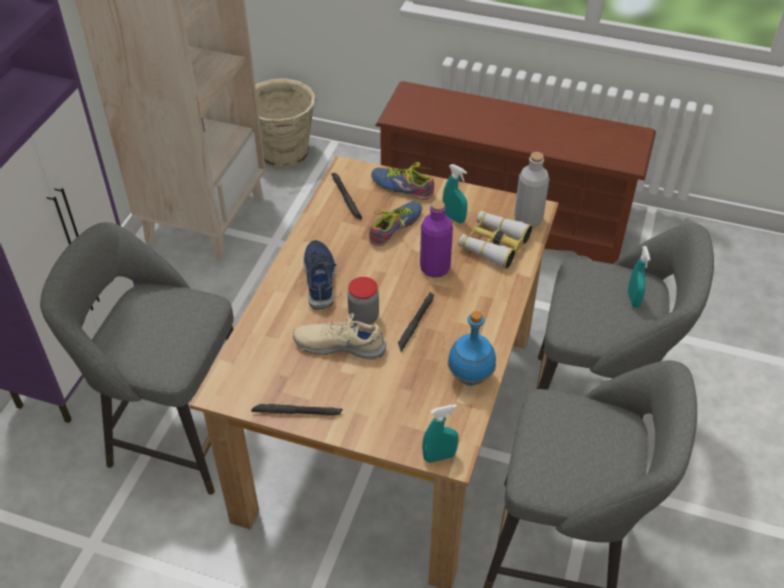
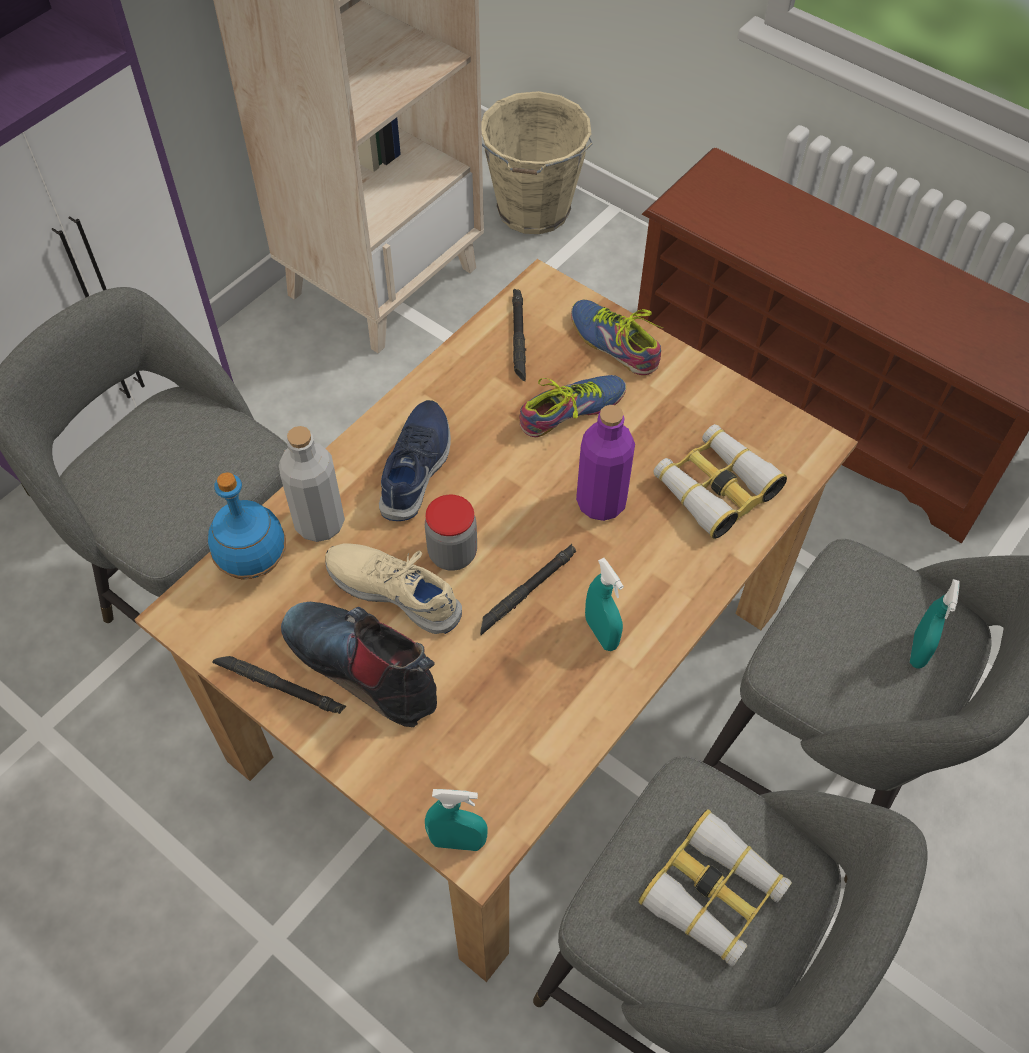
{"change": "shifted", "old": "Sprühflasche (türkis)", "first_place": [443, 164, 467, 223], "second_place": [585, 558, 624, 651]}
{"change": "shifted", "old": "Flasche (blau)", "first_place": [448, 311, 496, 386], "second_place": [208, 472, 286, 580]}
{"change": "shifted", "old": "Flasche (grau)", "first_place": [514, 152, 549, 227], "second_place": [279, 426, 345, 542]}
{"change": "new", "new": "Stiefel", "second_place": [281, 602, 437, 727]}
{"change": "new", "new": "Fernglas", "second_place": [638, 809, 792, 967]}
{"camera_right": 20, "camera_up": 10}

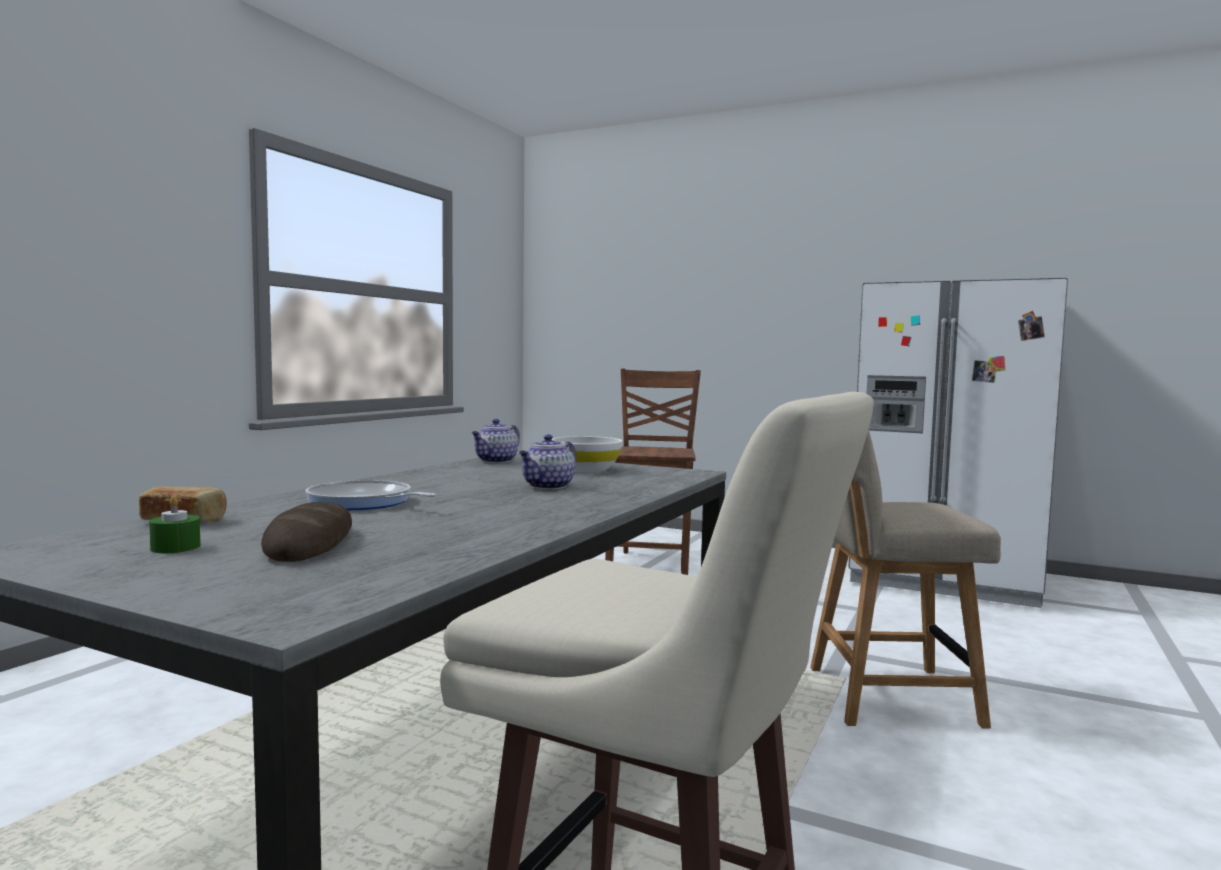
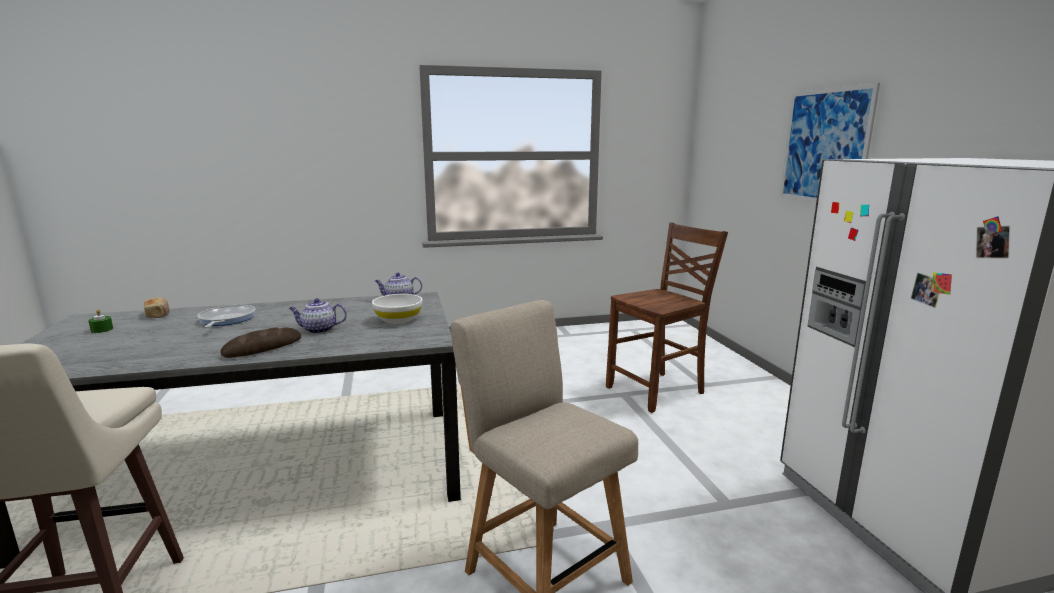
{"change": "shifted", "old": "Brot", "first_place": [261, 502, 352, 562], "second_place": [221, 328, 301, 358]}
{"change": "new", "new": "Bild", "second_place": [780, 83, 880, 202]}
{"camera_right": 50, "camera_up": 10}

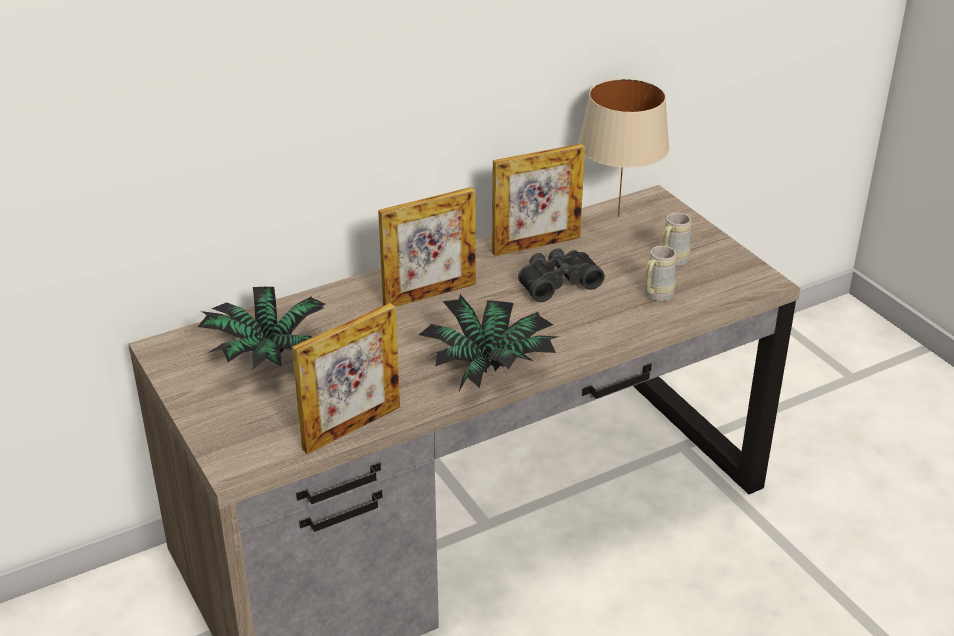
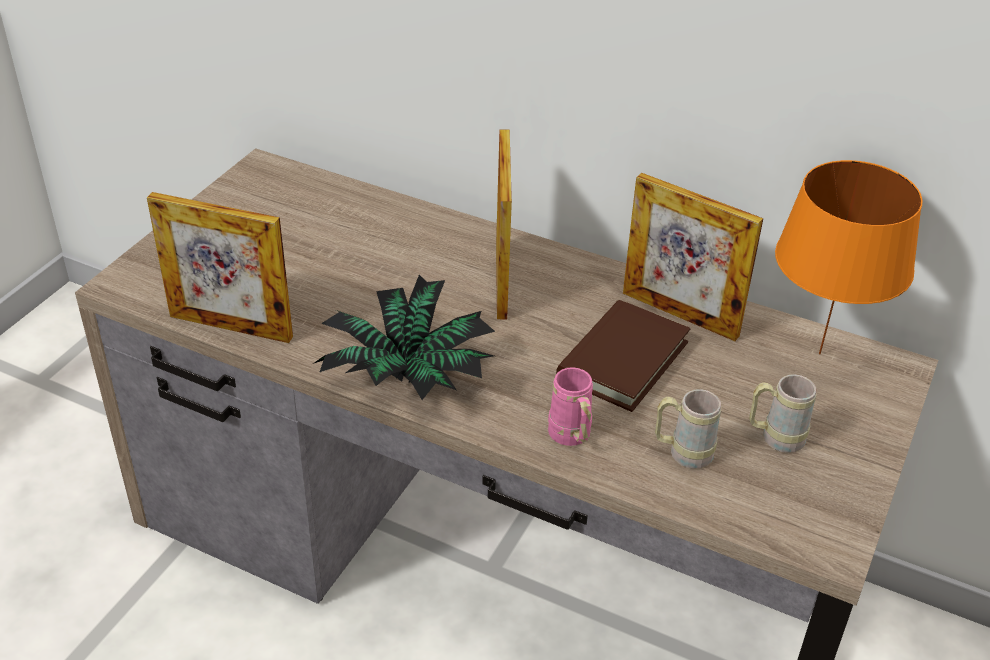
{"change": "gone", "old": "Topfpflanze", "first_place": [198, 287, 325, 369]}
{"change": "rotated", "old": "Bilderrahmen", "first_place": [378, 187, 476, 307], "second_place": [496, 129, 512, 319], "degrees": -120}
{"change": "swapped", "old": "Fernglas (schwarz)", "new": "Buch (braun)", "first_place": [518, 248, 605, 302], "second_place": [556, 300, 690, 412]}
{"change": "repainted", "old": "Tischlampe (beige)", "new": "Tischlampe (orange)", "first_place": [578, 79, 670, 217], "second_place": [775, 160, 923, 354]}
{"change": "new", "new": "Henkelbecher (rosa)", "second_place": [548, 367, 593, 446]}
{"camera_right": 55, "camera_up": 5}

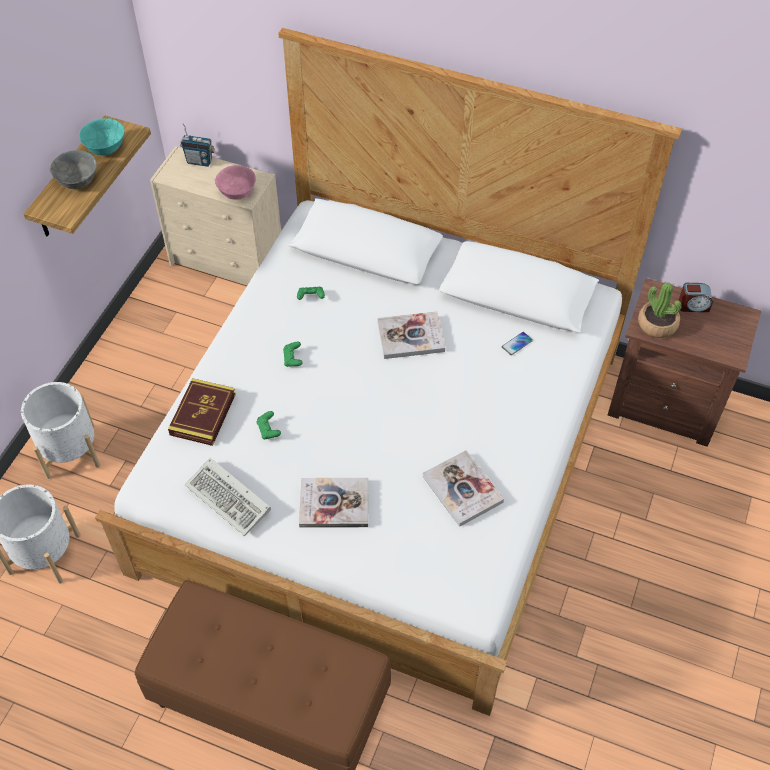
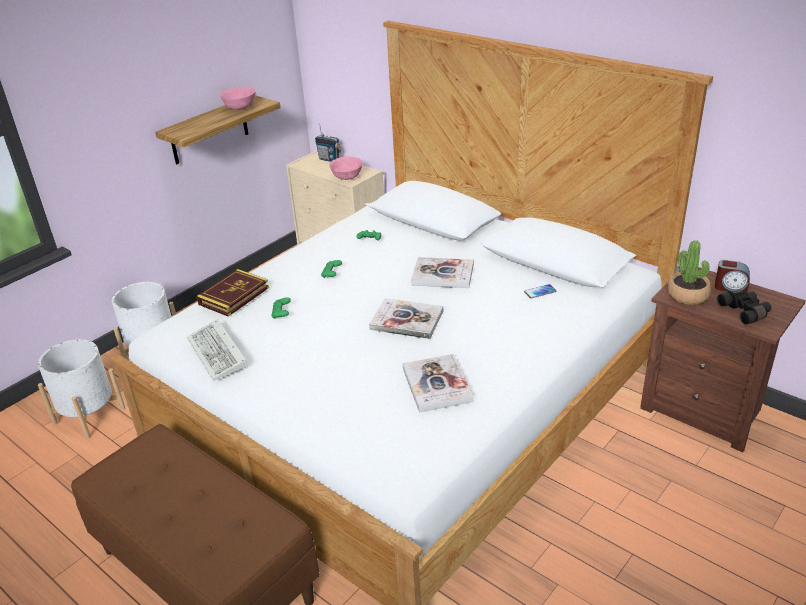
{"change": "gone", "old": "Schüssel (grau)", "first_place": [50, 150, 97, 189]}
{"change": "repainted", "old": "Schüssel (türkis)", "new": "Schüssel (rosa)", "first_place": [79, 118, 125, 155], "second_place": [220, 87, 256, 110]}
{"change": "shifted", "old": "Buch", "first_place": [299, 478, 369, 528], "second_place": [369, 298, 443, 339]}
{"change": "new", "new": "Fernglas (schwarz)", "second_place": [717, 290, 771, 325]}
{"camera_right": 20, "camera_up": -20}

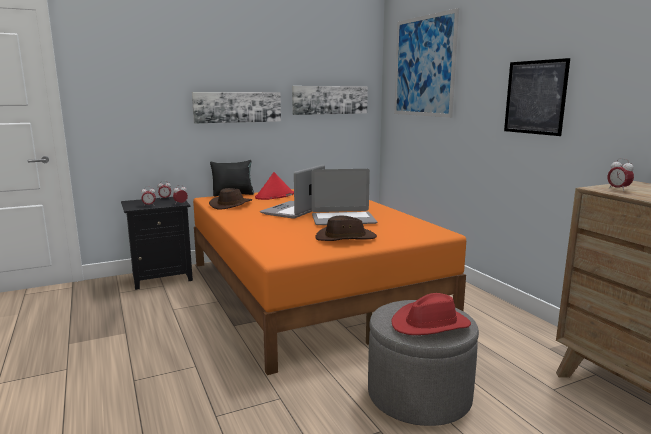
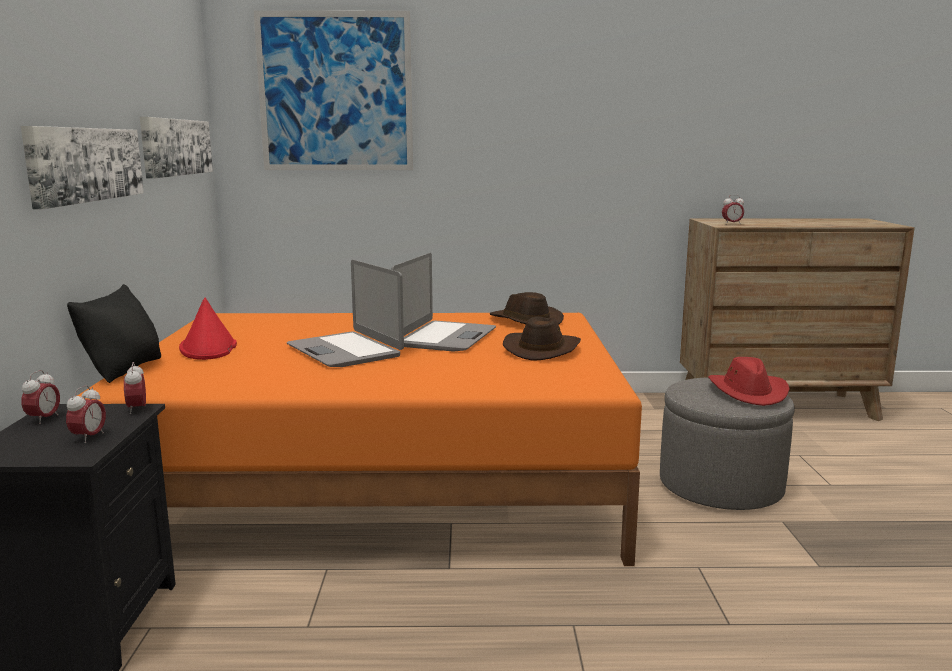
{"change": "shifted", "old": "Hut (braun)", "first_place": [209, 188, 252, 210], "second_place": [490, 292, 564, 325]}
{"change": "gone", "old": "Bild", "first_place": [504, 58, 570, 136]}
{"camera_right": -65, "camera_up": 0}

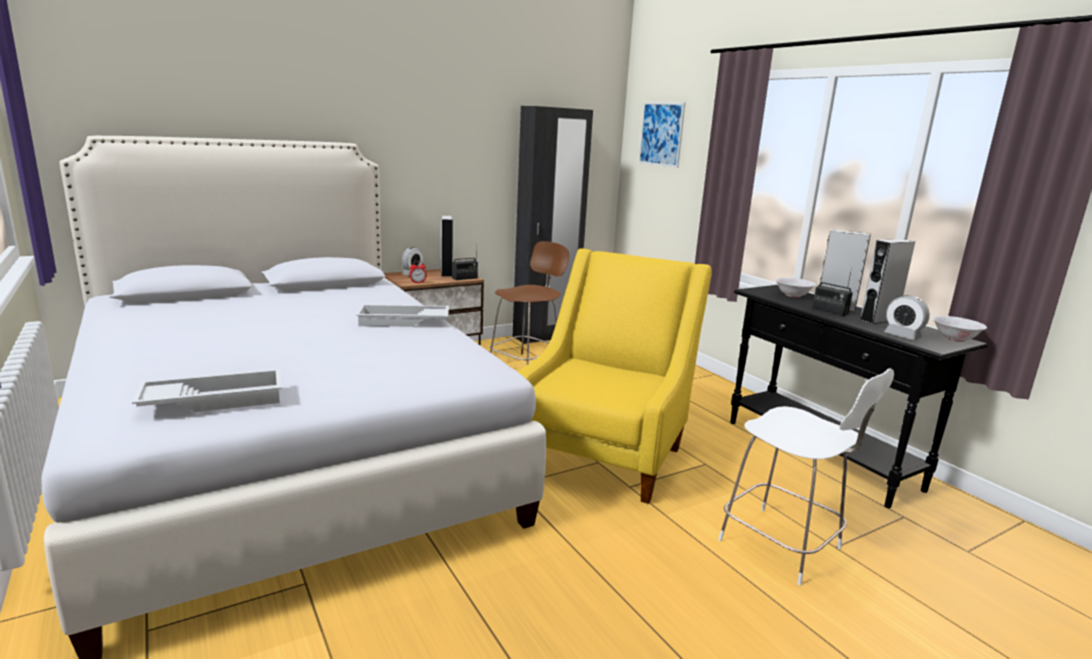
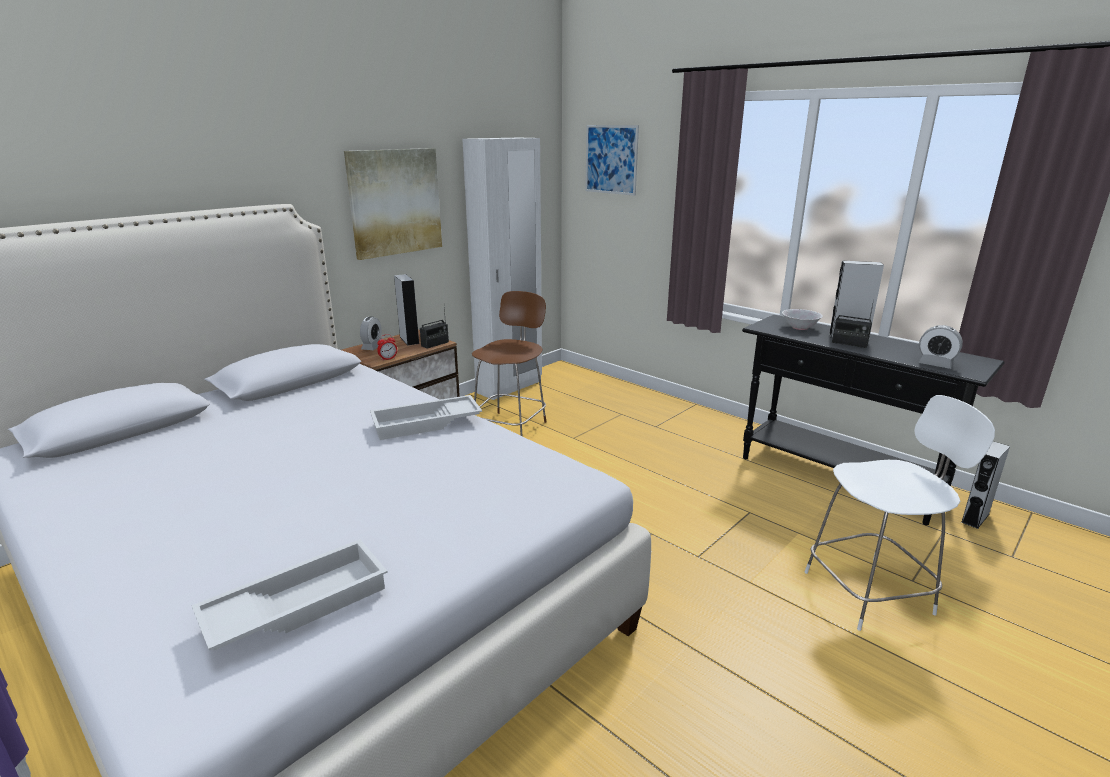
{"change": "repainted", "old": "Kleiderschrank (schwarz)", "new": "Kleiderschrank (weiß)", "first_place": [513, 106, 593, 344], "second_place": [462, 138, 542, 400]}
{"change": "gone", "old": "Sessel (gelb)", "first_place": [518, 248, 712, 504]}
{"change": "rotated", "old": "Stuhl (weiß)", "first_place": [718, 368, 894, 585], "second_place": [805, 395, 995, 631], "degrees": -45}
{"change": "shifted", "old": "Lautsprecher (grau)", "first_place": [860, 239, 915, 324], "second_place": [961, 441, 1010, 529]}
{"change": "gone", "old": "Schüssel (weiß)", "first_place": [933, 316, 987, 342]}
{"change": "new", "new": "Bild", "second_place": [344, 148, 442, 260]}
{"camera_right": -15, "camera_up": 5}

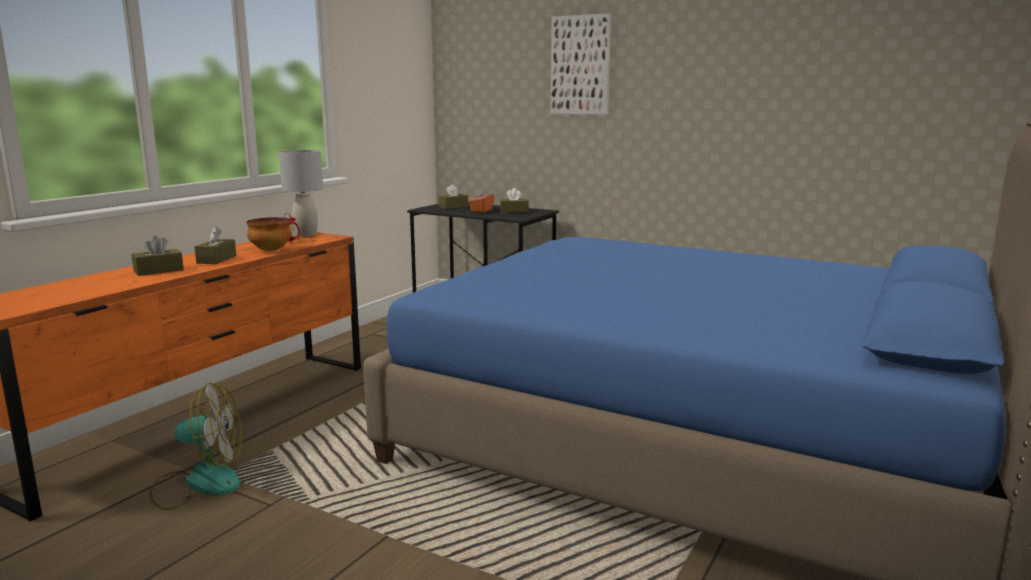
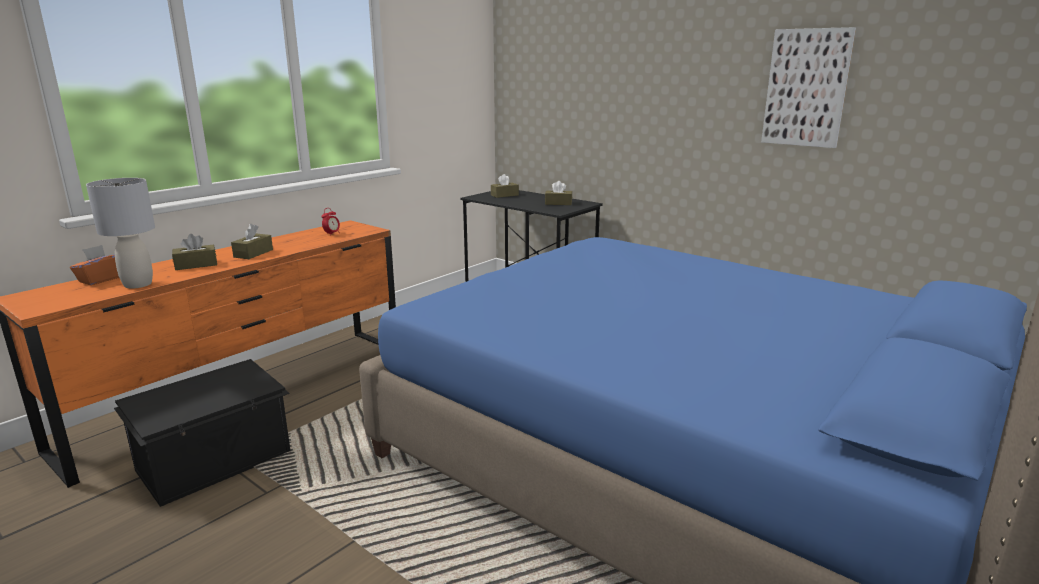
{"change": "swapped", "old": "Ventilator", "new": "Aufbewahrungsbox (schwarz)", "first_place": [150, 383, 241, 510], "second_place": [114, 359, 290, 507]}
{"change": "gone", "old": "Schüssel", "first_place": [247, 217, 292, 251]}
{"change": "shifted", "old": "Tischlampe (grau)", "first_place": [279, 150, 323, 237], "second_place": [86, 178, 155, 289]}
{"change": "shifted", "old": "Taschentuchbox (orange)", "first_place": [468, 188, 494, 213], "second_place": [70, 245, 119, 285]}
{"change": "shifted", "old": "Bild", "first_place": [550, 13, 611, 115], "second_place": [761, 27, 856, 148]}
{"camera_right": 10, "camera_up": 5}

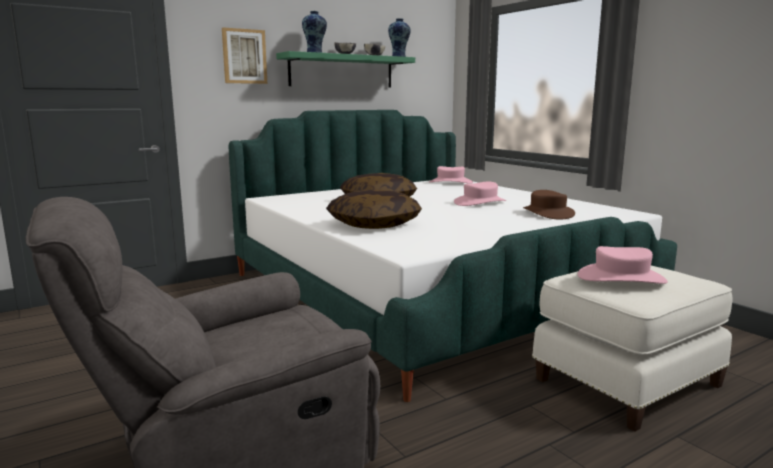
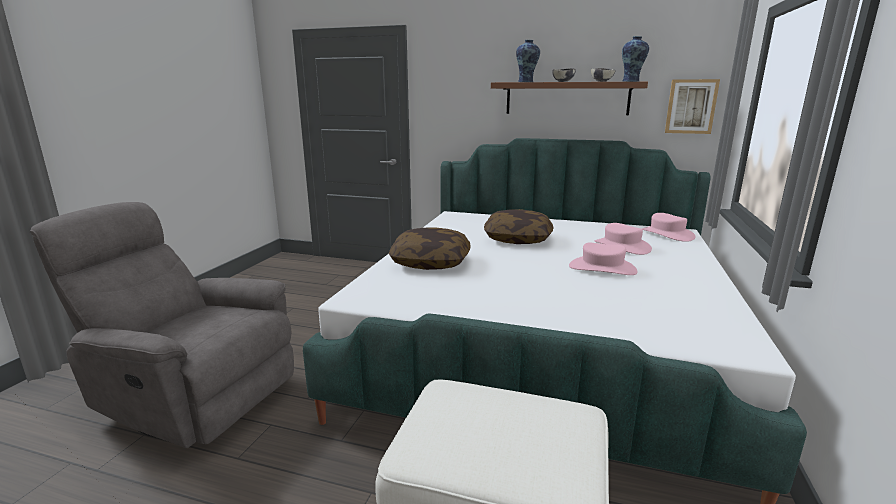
{"change": "shifted", "old": "Bild", "first_place": [222, 27, 267, 84], "second_place": [665, 79, 720, 134]}
{"change": "repainted", "old": "Wandregal (grün)", "new": "Wandregal (braun)", "first_place": [276, 51, 415, 88], "second_place": [491, 82, 648, 115]}
{"change": "gone", "old": "Hut (braun)", "first_place": [523, 190, 575, 220]}
{"change": "shifted", "old": "Hut (rosa)", "first_place": [578, 246, 668, 284], "second_place": [595, 223, 652, 255]}
{"camera_right": 50, "camera_up": 5}

